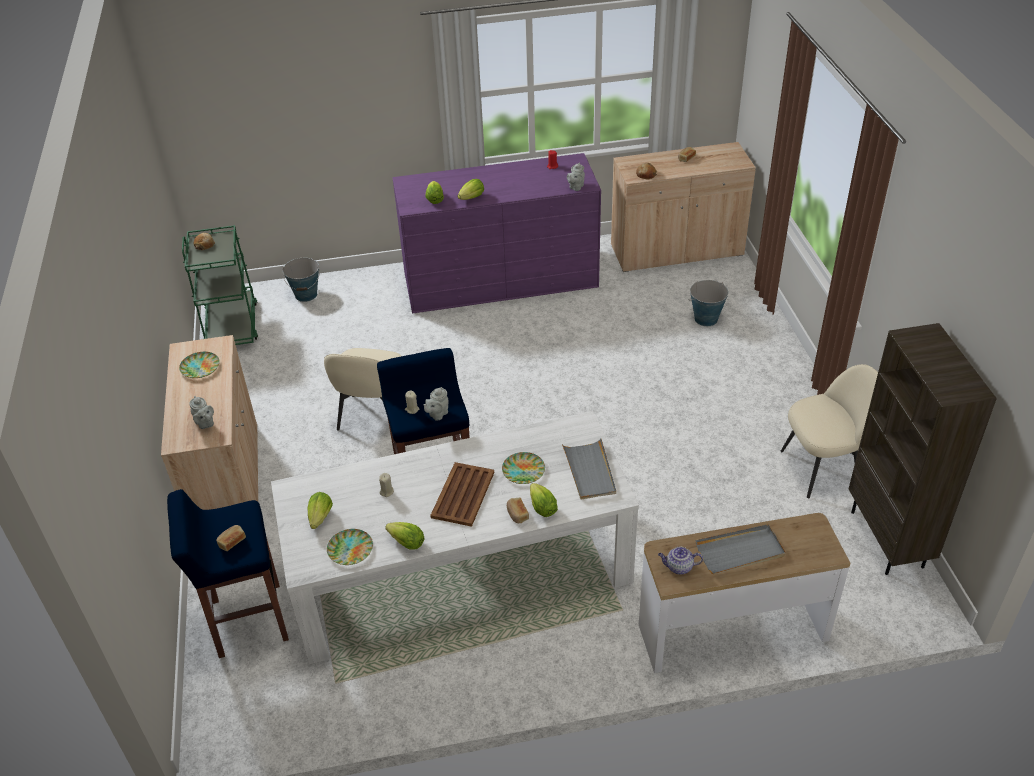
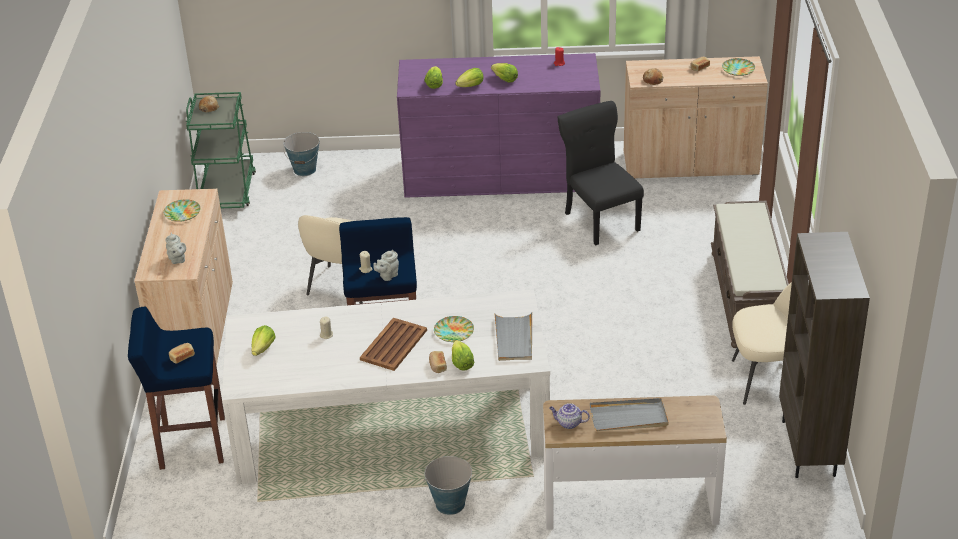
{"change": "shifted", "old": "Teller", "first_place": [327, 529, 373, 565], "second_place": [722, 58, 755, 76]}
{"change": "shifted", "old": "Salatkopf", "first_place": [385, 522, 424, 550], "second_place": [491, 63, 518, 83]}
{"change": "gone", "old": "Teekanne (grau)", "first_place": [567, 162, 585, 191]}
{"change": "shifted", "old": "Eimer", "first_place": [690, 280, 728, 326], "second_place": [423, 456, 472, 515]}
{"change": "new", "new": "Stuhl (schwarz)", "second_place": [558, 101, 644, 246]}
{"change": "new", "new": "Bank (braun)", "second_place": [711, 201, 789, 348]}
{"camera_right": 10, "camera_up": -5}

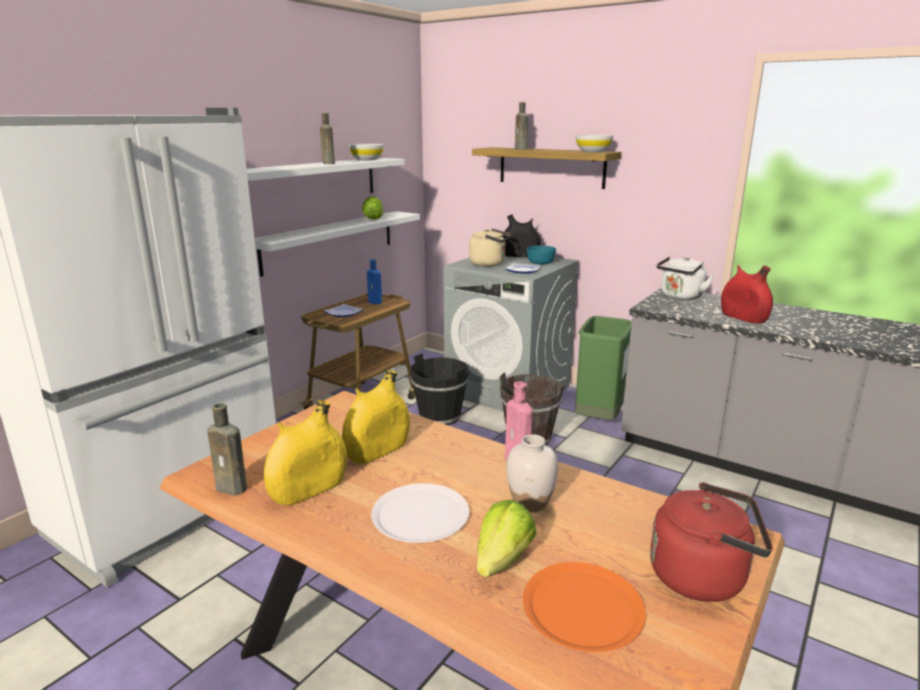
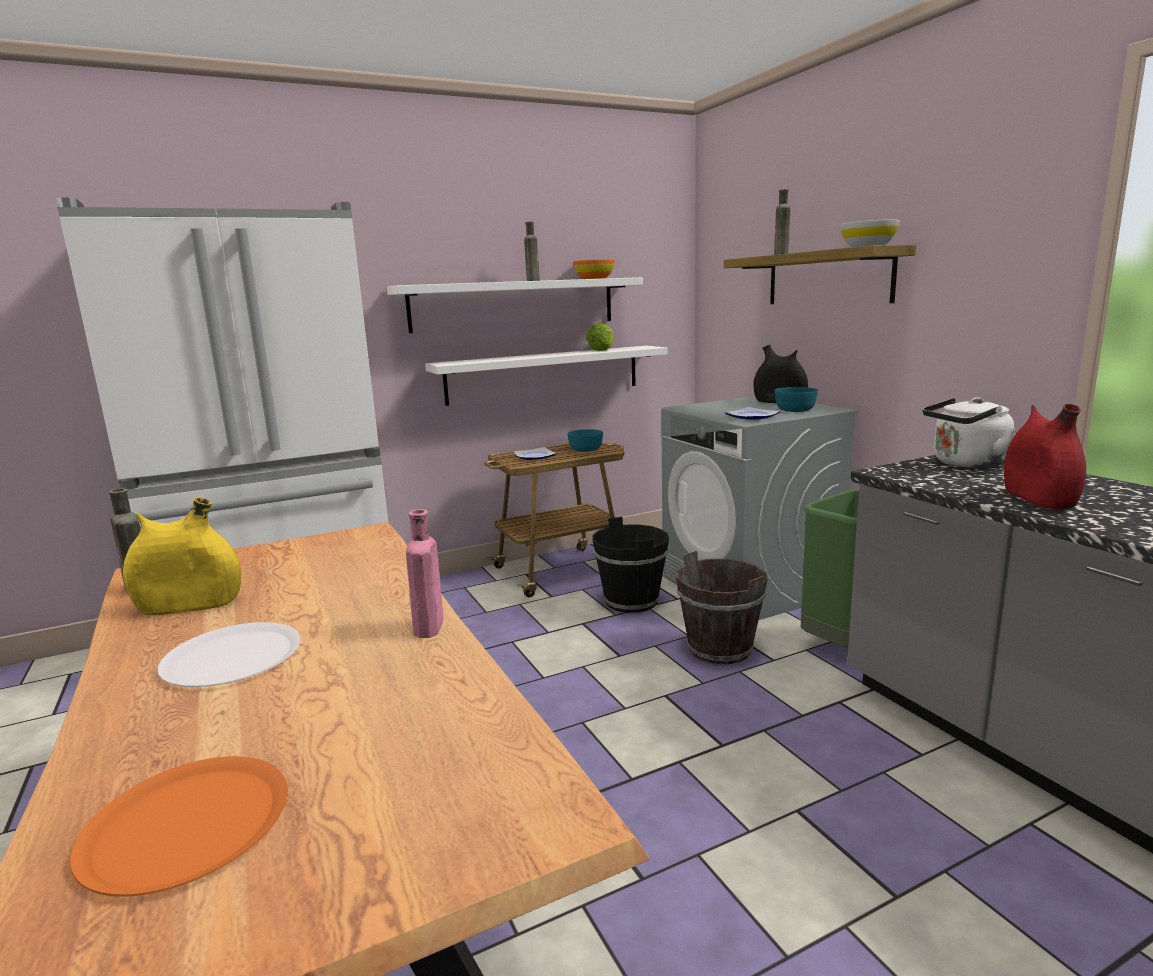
{"change": "gone", "old": "Vase (gelb)", "first_place": [342, 369, 409, 464]}
{"change": "repainted", "old": "Schüssel (weiß)", "new": "Schüssel (orange)", "first_place": [349, 144, 384, 160], "second_place": [573, 259, 615, 279]}
{"change": "swapped", "old": "Flasche (blau)", "new": "Schüssel (türkis)", "first_place": [367, 259, 382, 304], "second_place": [567, 429, 603, 452]}
{"change": "gone", "old": "Wasserkessel (beige)", "first_place": [469, 228, 511, 266]}
{"change": "gone", "old": "Salatkopf", "first_place": [477, 500, 536, 577]}
{"change": "gone", "old": "Vase (weiß)", "first_place": [507, 434, 558, 512]}
{"change": "gone", "old": "Wasserkessel (rot)", "first_place": [650, 482, 773, 602]}
{"camera_right": 30, "camera_up": -5}

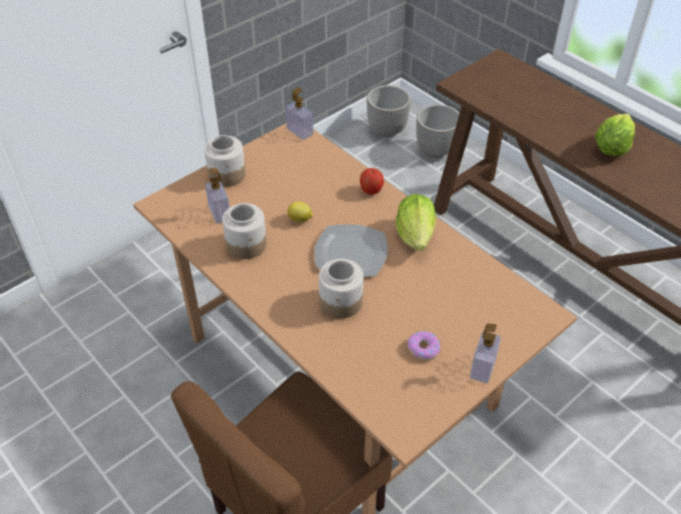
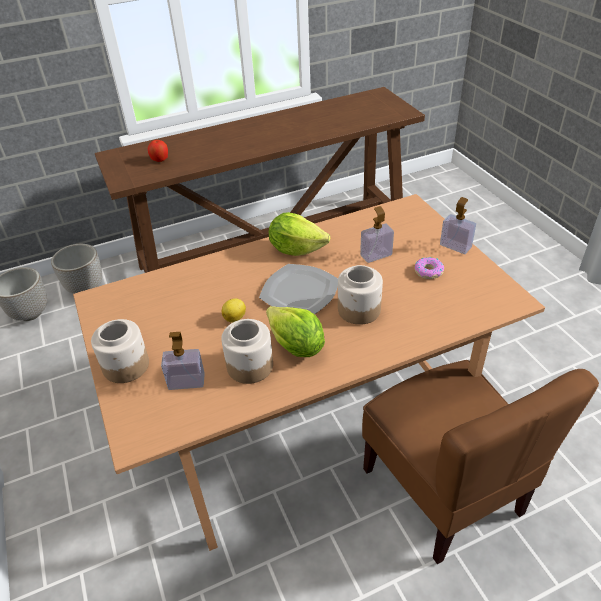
{"change": "shifted", "old": "Seifenspender", "first_place": [285, 87, 313, 140], "second_place": [360, 206, 394, 263]}
{"change": "shifted", "old": "Apfel", "first_place": [360, 168, 384, 194], "second_place": [148, 140, 168, 162]}
{"change": "shifted", "old": "Salatkopf", "first_place": [595, 113, 635, 156], "second_place": [266, 306, 325, 357]}
{"camera_right": -70, "camera_up": -5}

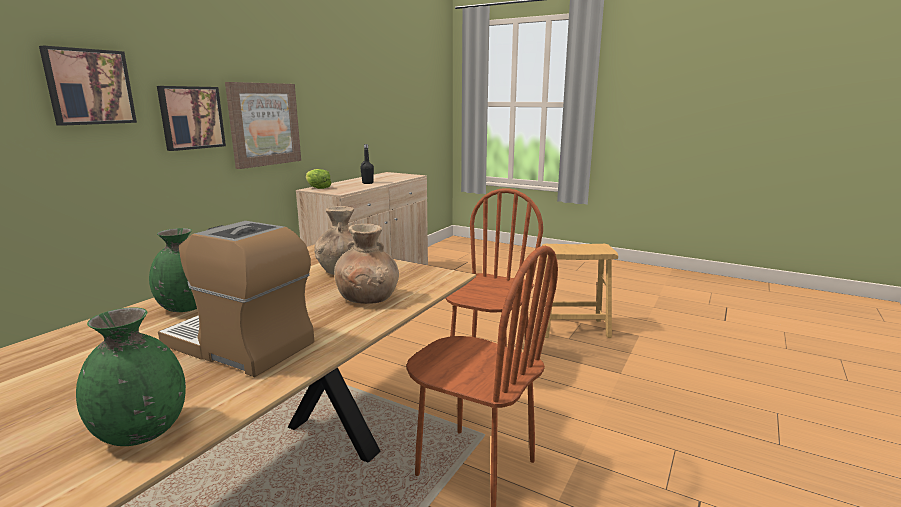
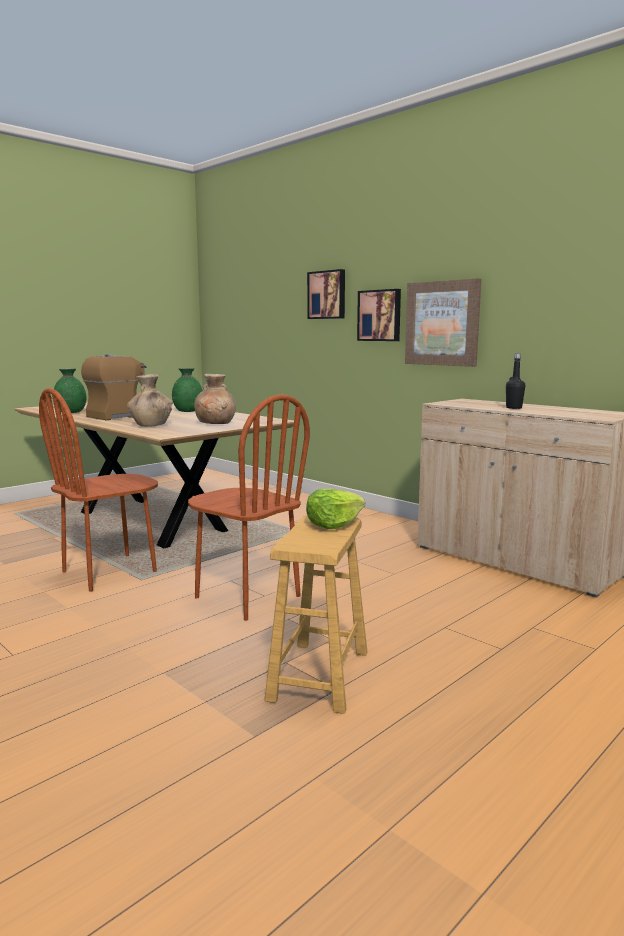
{"change": "shifted", "old": "Salatkopf", "first_place": [306, 169, 331, 189], "second_place": [306, 489, 365, 529]}
{"camera_right": 105, "camera_up": -5}

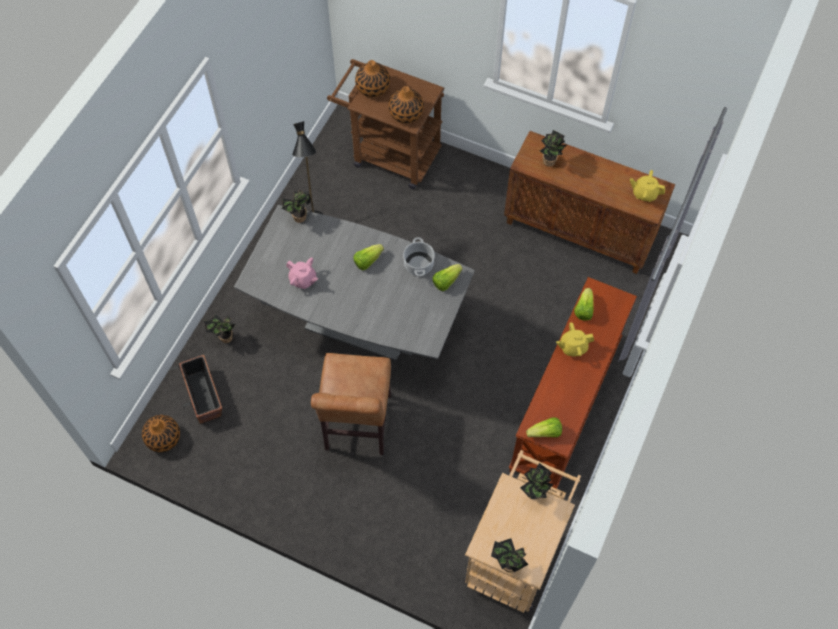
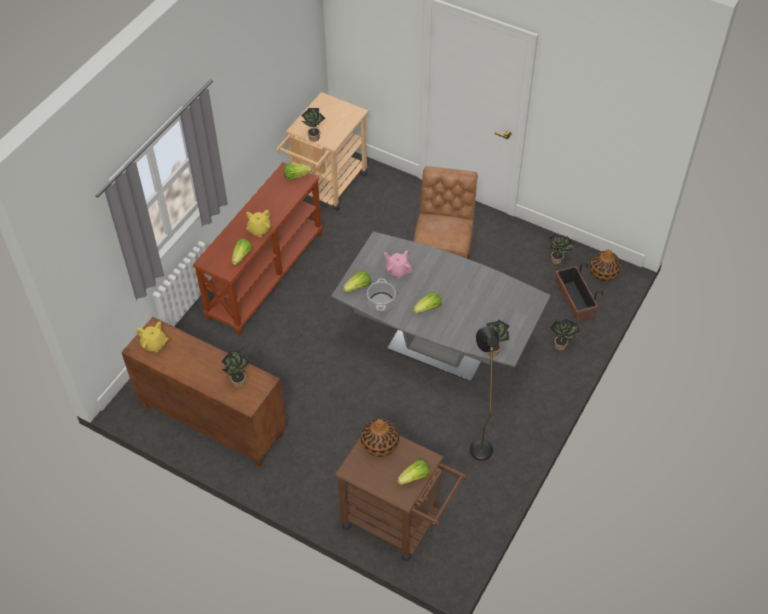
{"change": "shifted", "old": "Teekanne (rosa)", "first_place": [286, 257, 318, 289], "second_place": [384, 250, 412, 278]}
{"change": "swapped", "old": "Vase", "new": "Salatkopf", "first_place": [355, 60, 390, 97], "second_place": [397, 459, 430, 485]}
{"change": "shifted", "old": "Topfpflanze", "first_place": [491, 538, 529, 573], "second_place": [549, 233, 574, 264]}
{"change": "rotated", "old": "Teekanne (gelb)", "first_place": [556, 322, 594, 356], "second_place": [246, 209, 271, 237], "degrees": 135}
{"camera_right": -175, "camera_up": -10}

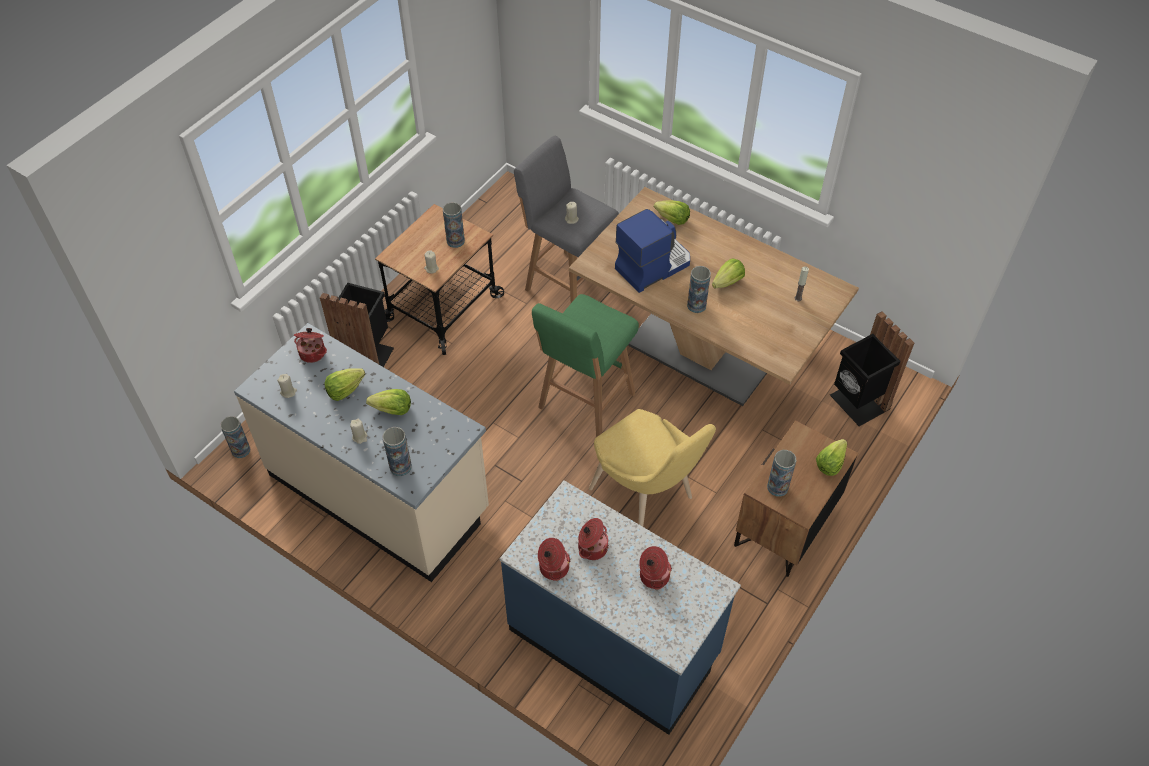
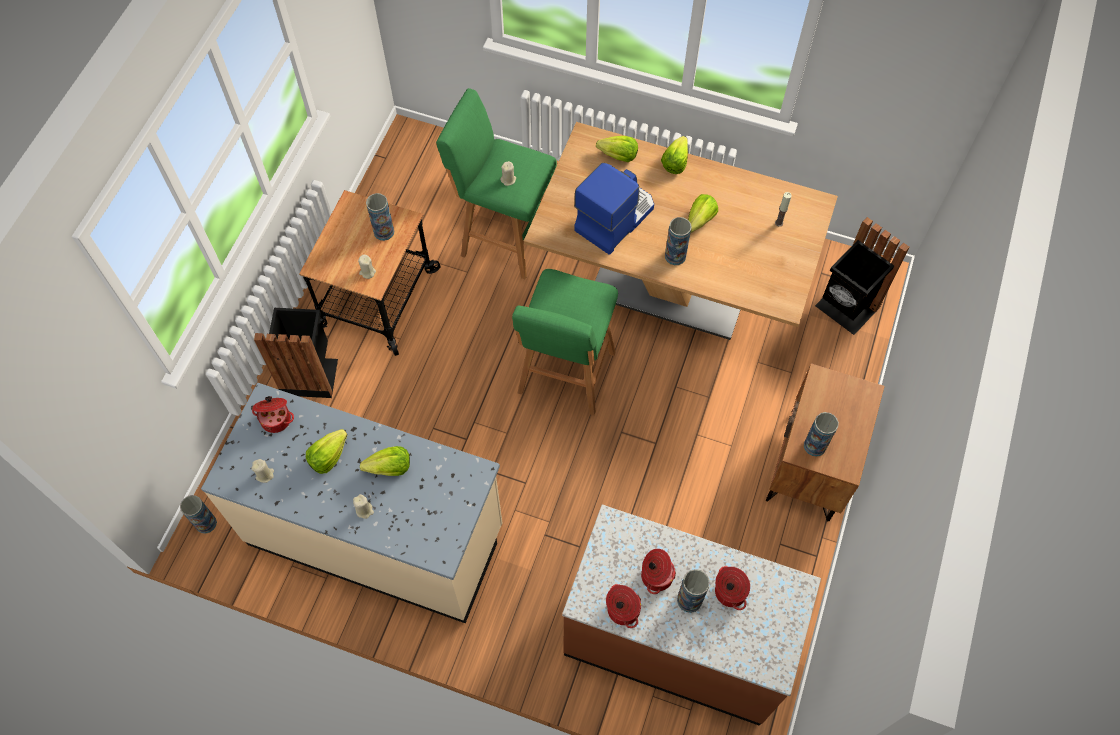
{"change": "shifted", "old": "Vase", "first_place": [382, 427, 412, 476], "second_place": [677, 569, 710, 613]}
{"change": "repainted", "old": "Küchenzeile (blau)", "new": "Küchenzeile (braun)", "first_place": [500, 480, 741, 735], "second_place": [562, 504, 821, 726]}
{"change": "repainted", "old": "Hocker (grau)", "new": "Hocker (grün)", "first_place": [514, 135, 619, 303], "second_place": [436, 88, 557, 279]}
{"change": "gone", "old": "Stuhl (gelb)", "first_place": [589, 409, 716, 527]}
{"change": "shifted", "old": "Salatkopf", "first_place": [816, 439, 847, 476], "second_place": [661, 136, 688, 174]}
{"camera_right": -15, "camera_up": 10}

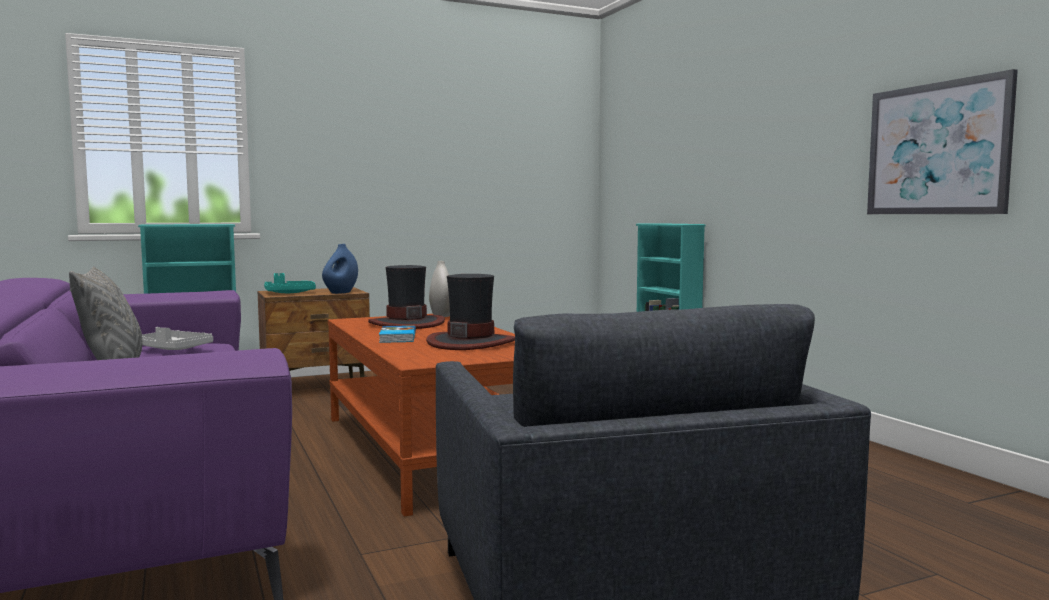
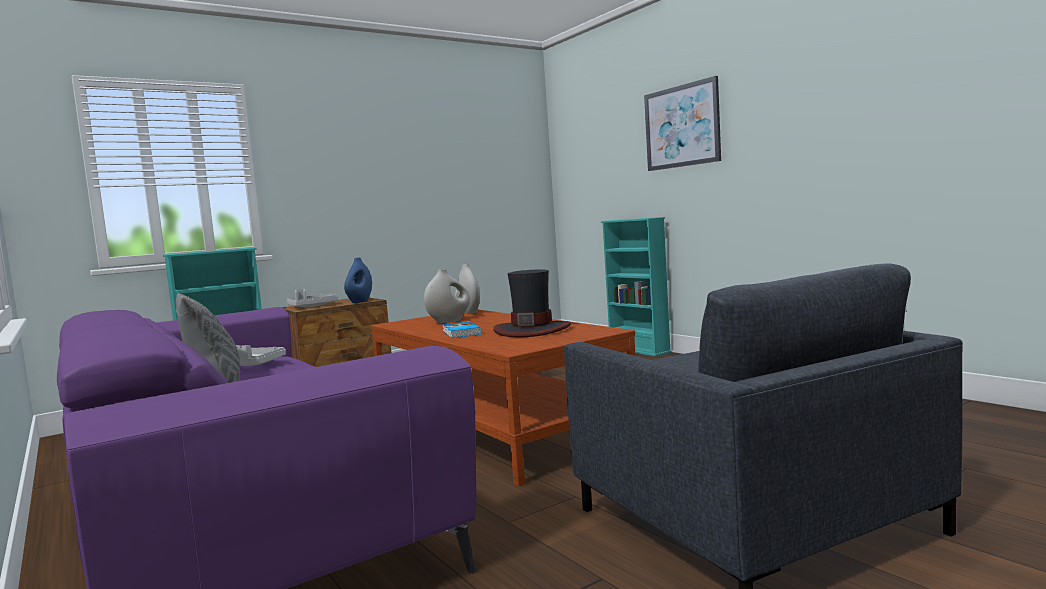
{"change": "repainted", "old": "Tablett (türkis)", "new": "Tablett (grau)", "first_place": [264, 273, 316, 293], "second_place": [287, 289, 338, 307]}
{"change": "swapped", "old": "Hut", "new": "Vase (weiß)", "first_place": [368, 265, 445, 329], "second_place": [424, 269, 470, 323]}
{"change": "shifted", "old": "Bild", "first_place": [867, 69, 1018, 214], "second_place": [644, 76, 721, 171]}
{"camera_right": -10, "camera_up": 0}

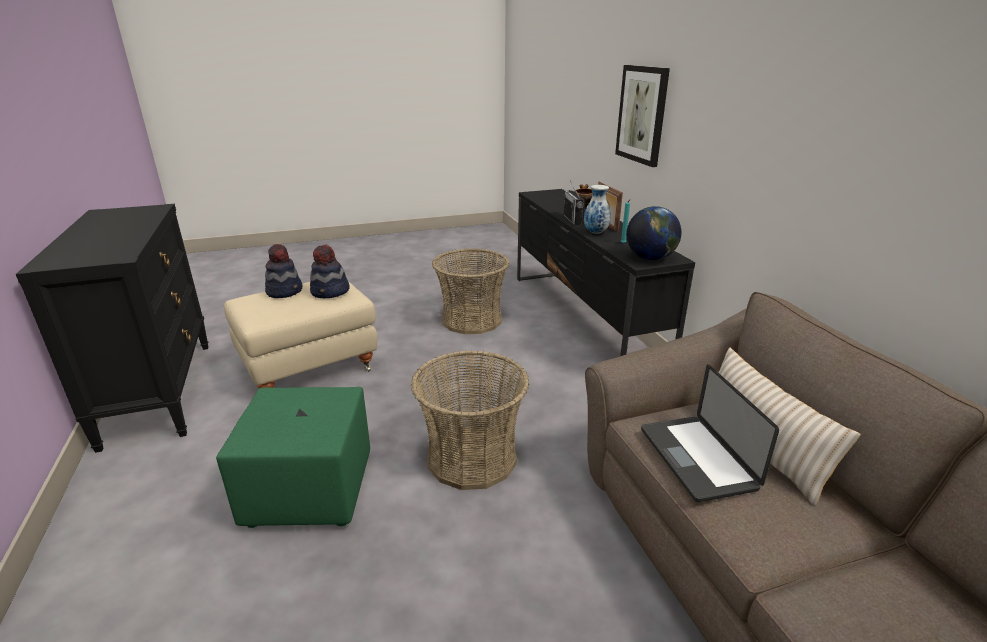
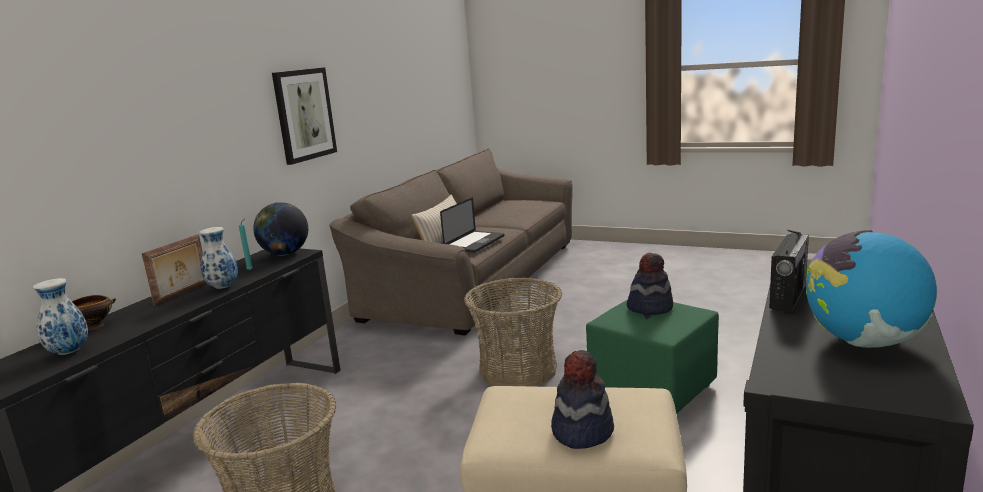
{"change": "shifted", "old": "Hut", "first_place": [310, 245, 350, 298], "second_place": [627, 253, 673, 315]}
{"change": "shifted", "old": "Radio", "first_place": [563, 181, 585, 226], "second_place": [769, 230, 809, 313]}
{"change": "shifted", "old": "Bild", "first_place": [615, 65, 670, 167], "second_place": [272, 67, 337, 165]}
{"change": "new", "new": "Vase", "second_place": [33, 278, 88, 355]}
{"change": "new", "new": "Globus", "second_place": [806, 230, 937, 348]}
{"camera_right": -135, "camera_up": -10}

